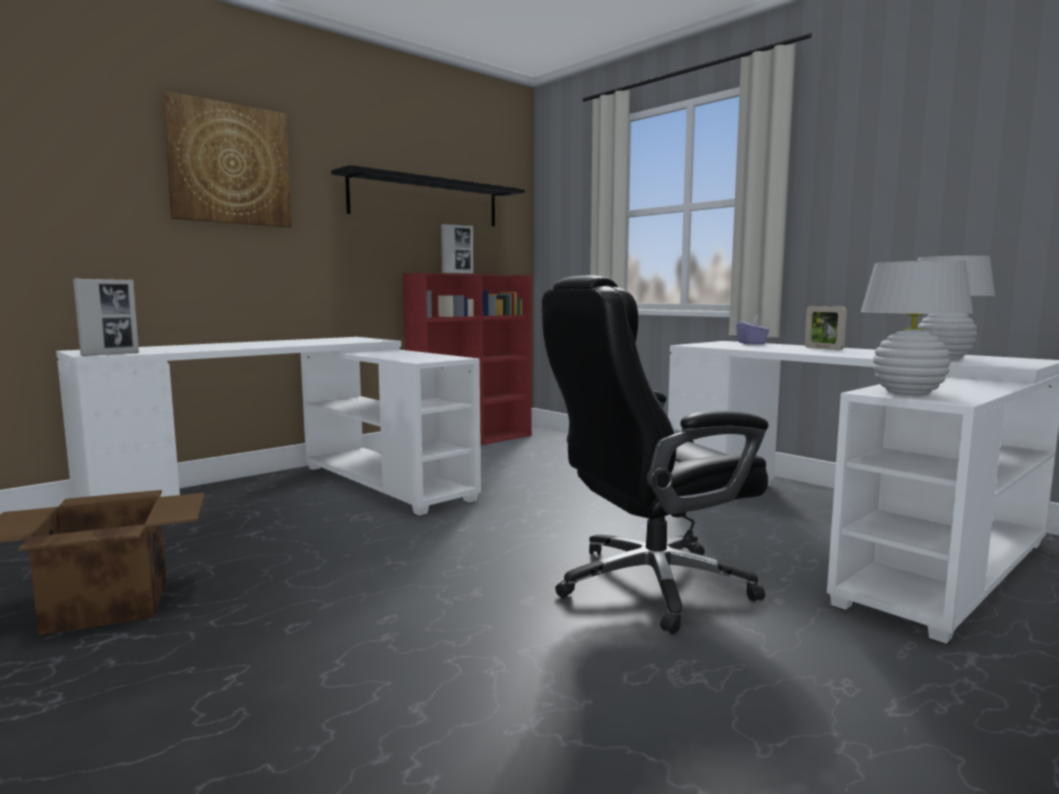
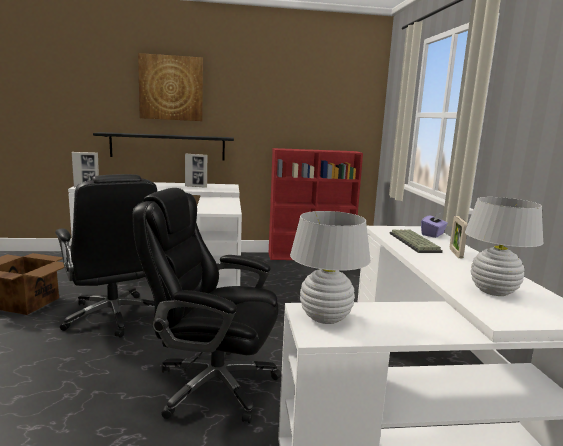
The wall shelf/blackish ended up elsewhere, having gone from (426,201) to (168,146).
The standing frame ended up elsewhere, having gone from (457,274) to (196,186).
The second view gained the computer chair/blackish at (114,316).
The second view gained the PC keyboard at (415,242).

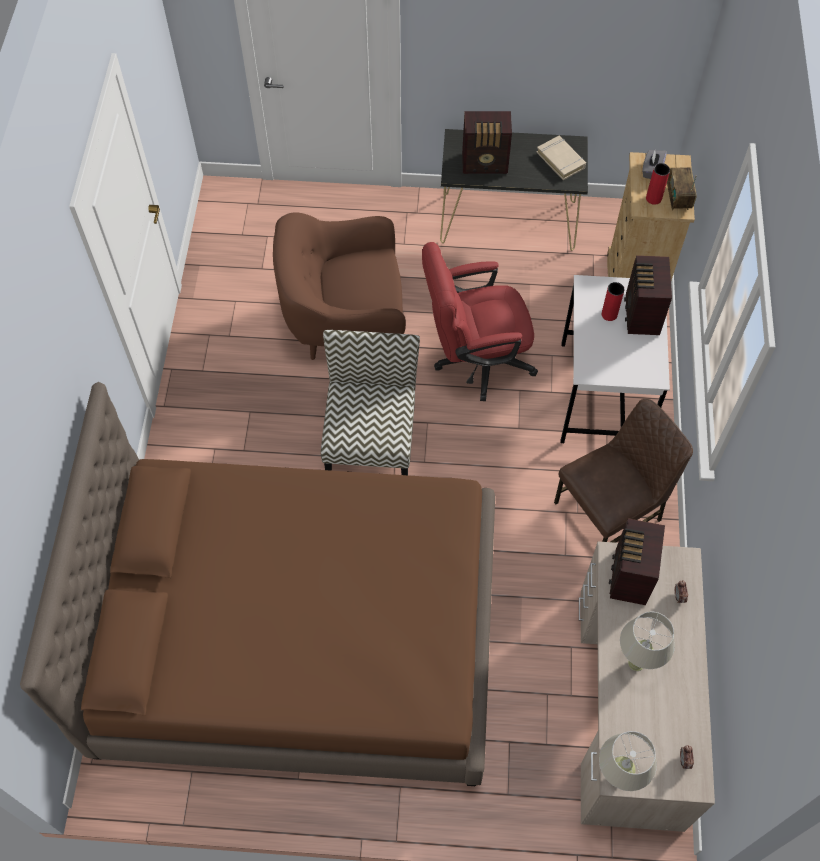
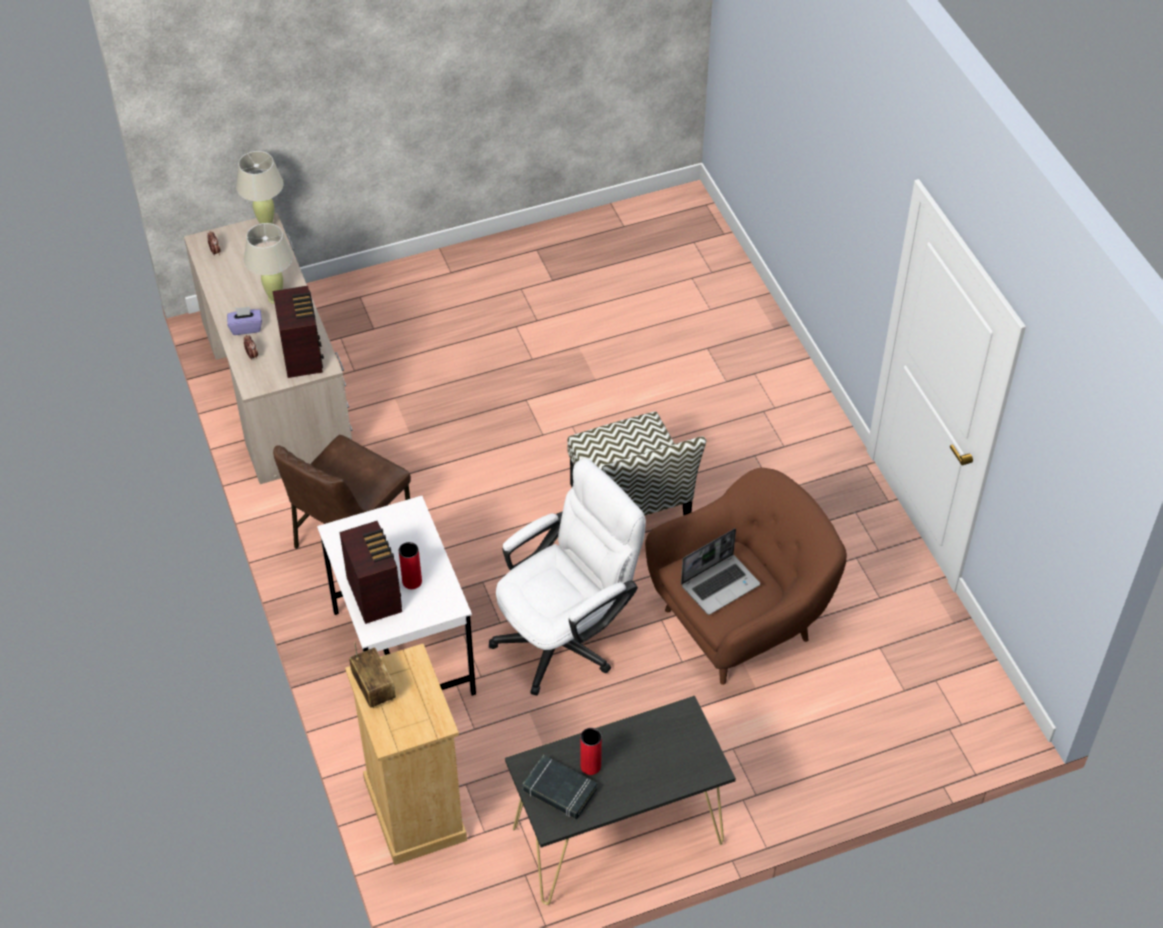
The second view lost the bedroom bed/brown at (299,635).
What was the computer chair/red at (475,360) turned into the computer chair/white-coloured at (567,636).
The second view lost the radio at (486,164).
What was the volume/sand-coloured at (561,160) turned into the volume/blackish at (559,790).
The second view lost the box of tissues/grey at (652,170).
The vase/red ended up elsewhere, having gone from (653,198) to (590,766).
The second view gained the box of tissues/purple at (246,328).
The second view gained the portable computer at (720,584).

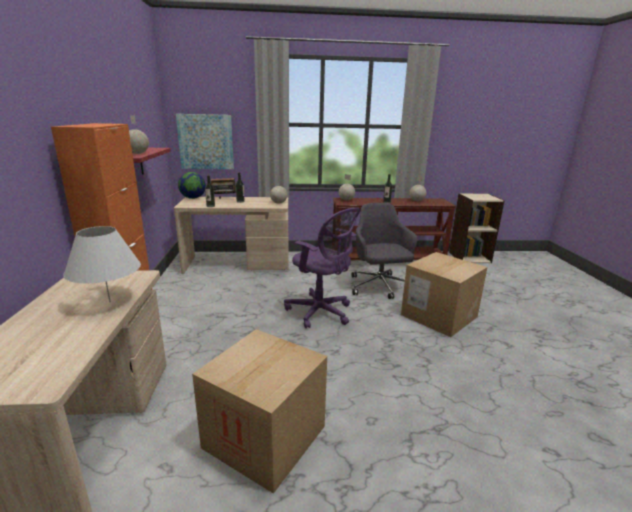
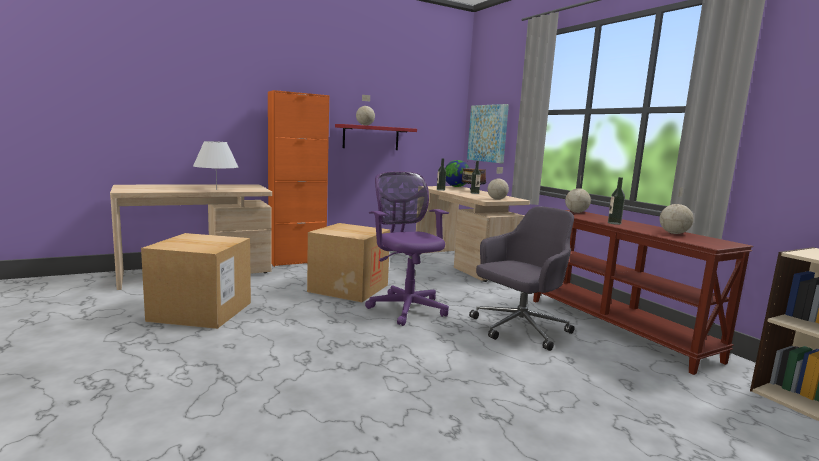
The computer chair/purple at (321,312) ended up facing another way, 135 degrees clockwise from before.
The packing box ended up elsewhere, having gone from (439,316) to (348,288).

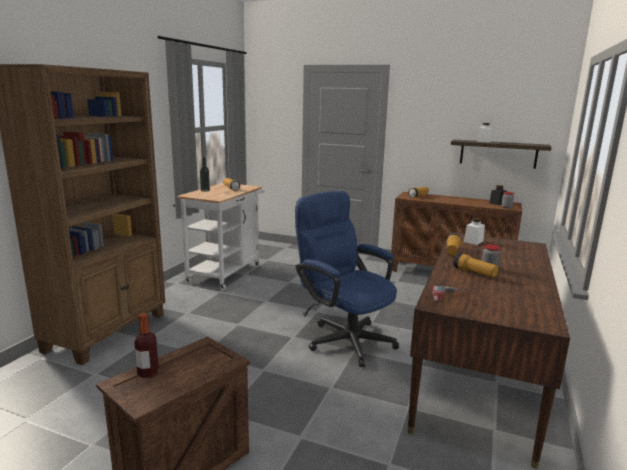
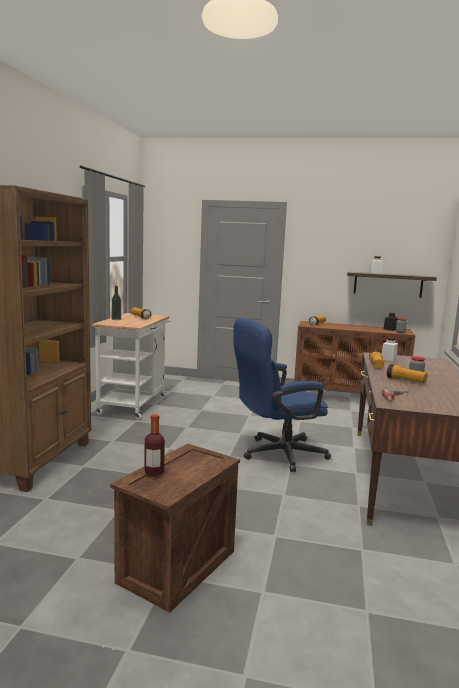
The computer chair/bluish at (344,338) ended up facing another way, 60 degrees counterclockwise from before.

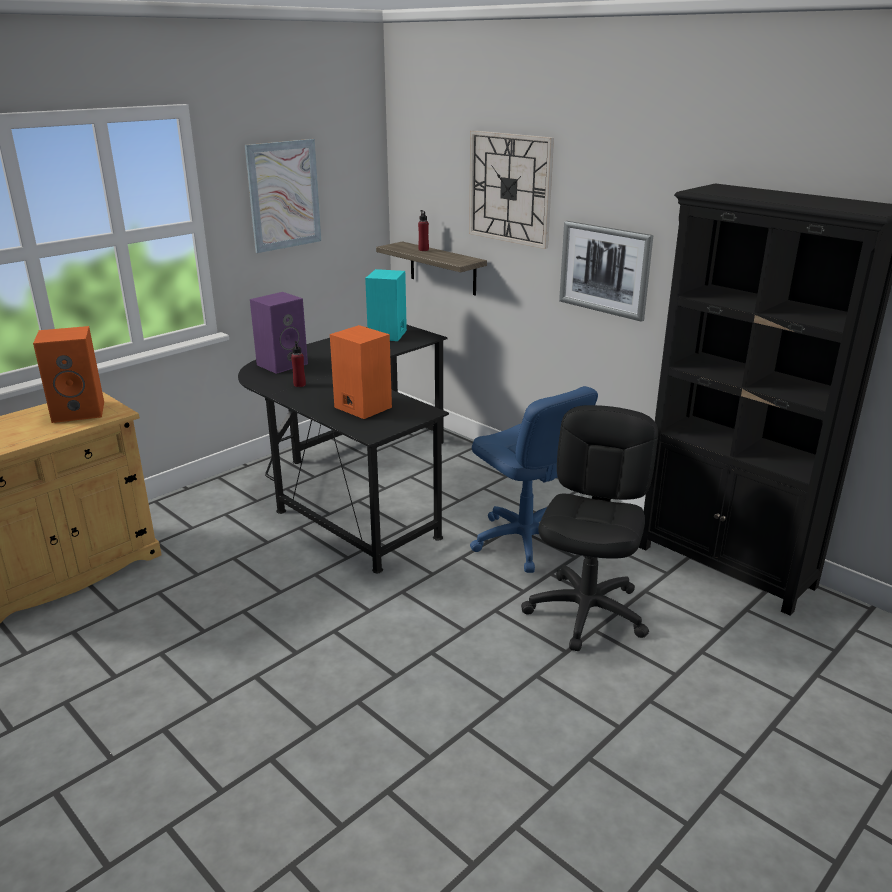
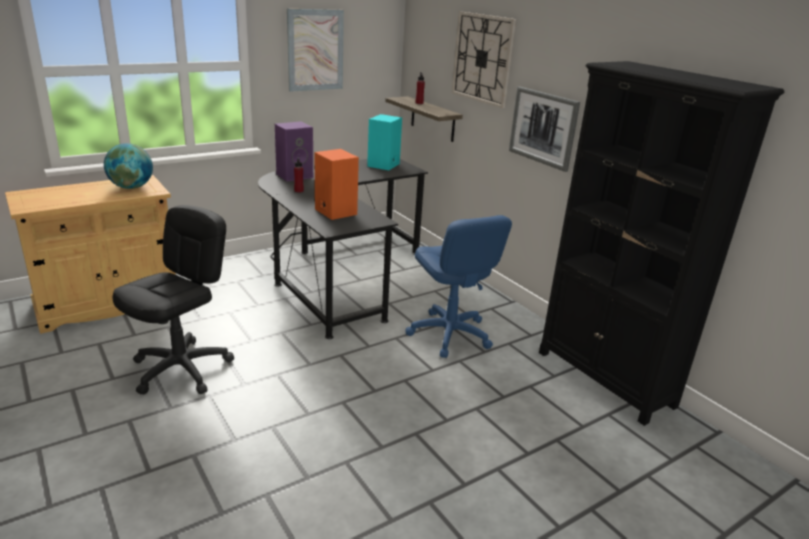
Where the speaker/orangey stood at (80,411), the globe came to stand at (131,187).
The computer chair/blackish ended up elsewhere, having gone from (586,612) to (182,369).

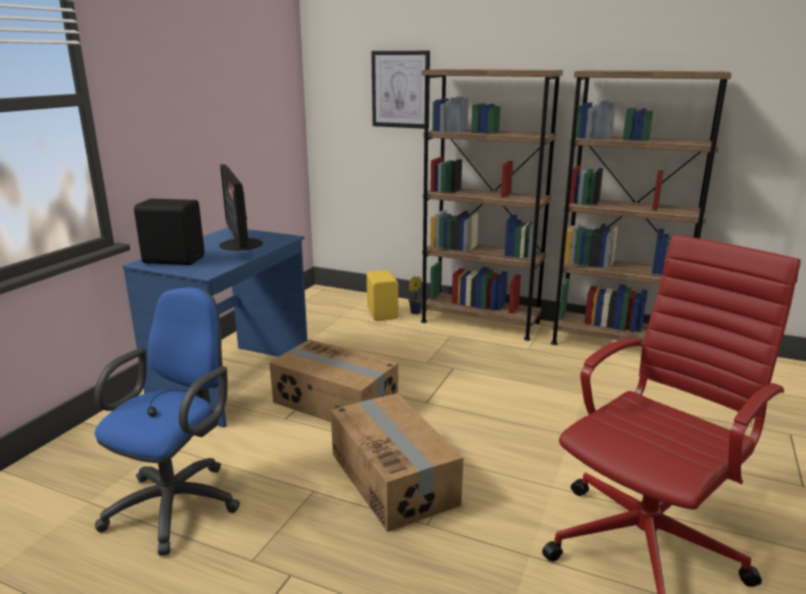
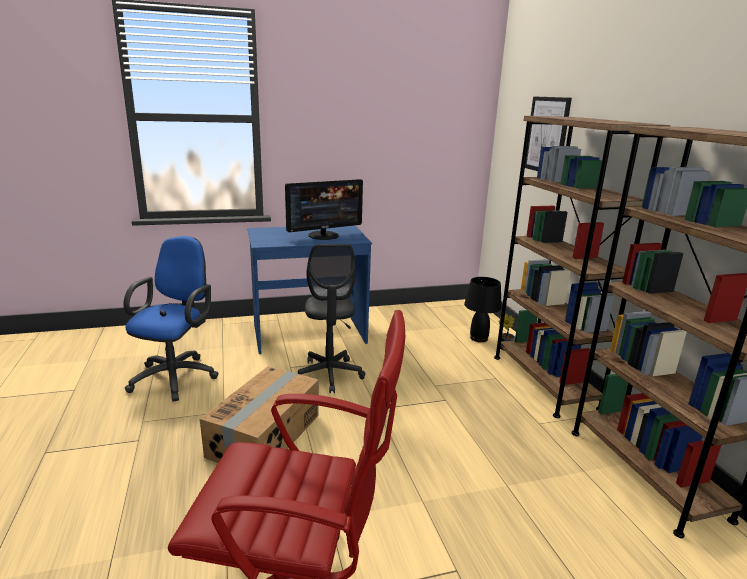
The computer chair/bluish at (179,502) ended up facing another way, 60 degrees counterclockwise from before.
The second view lost the speaker/blackish at (173,259).
The monitor at (240,244) ended up facing another way, 150 degrees counterclockwise from before.
Where the packing box stood at (335,403), the computer chair/grey came to stand at (329,375).
Where the speaker/yellowish stood at (383,313), the table lamp/blackish came to stand at (479,338).

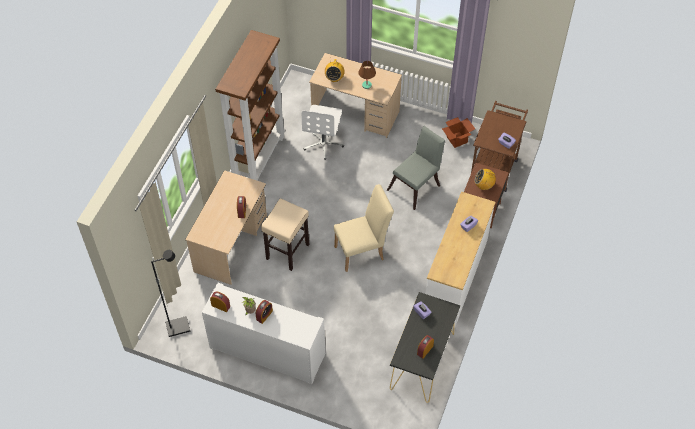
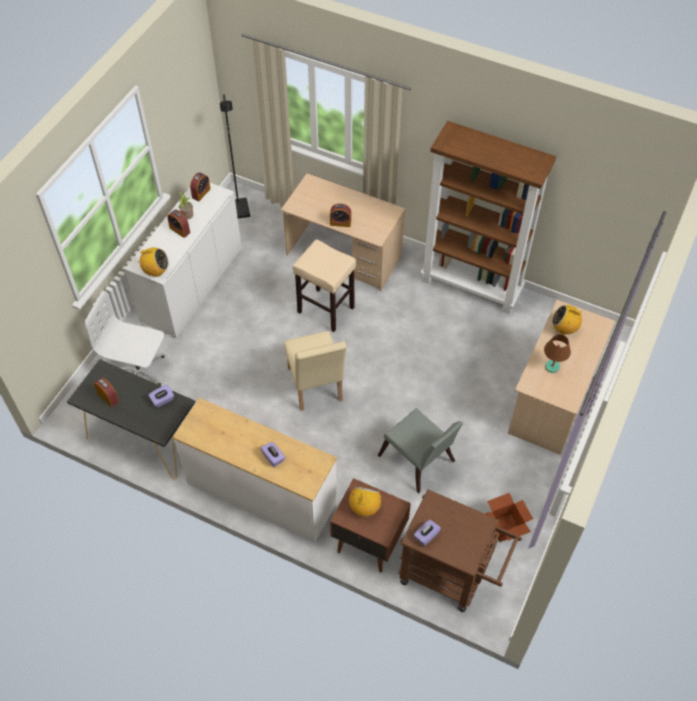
The computer chair/white-coloured ended up elsewhere, having gone from (323,143) to (139,371).
The second view gained the radio at (156,271).

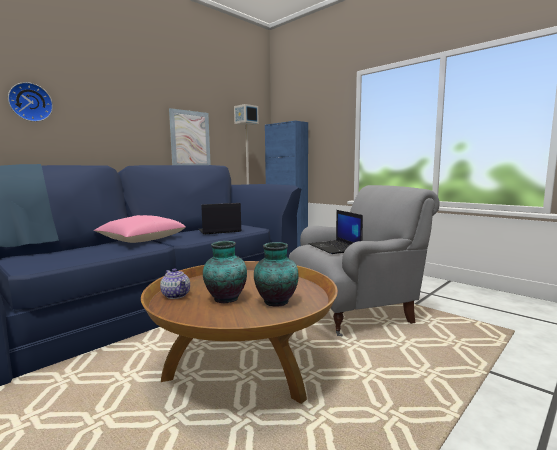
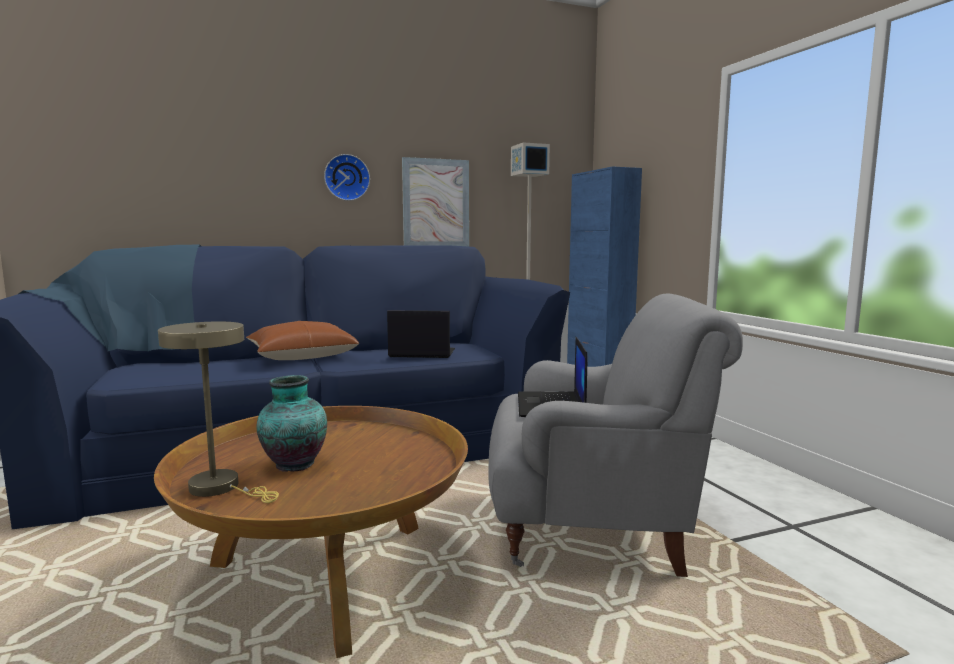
The clock on the wall ended up elsewhere, having gone from (30,102) to (346,177).
What was the throw pillow/pink-coloured at (141,239) turned into the throw pillow/brown at (302,356).
The second view lost the teapot at (176,295).
The second view lost the vase at (276,302).
The second view gained the table lamp/sand-coloured at (221,488).

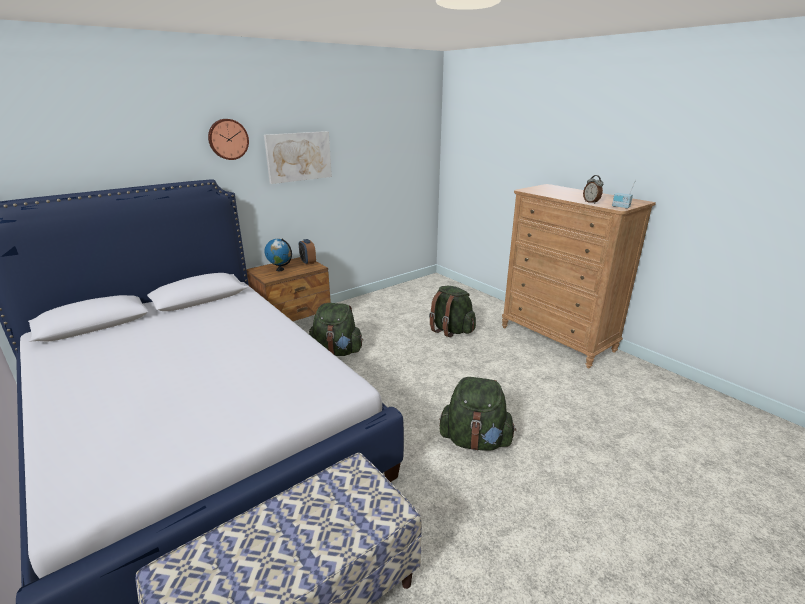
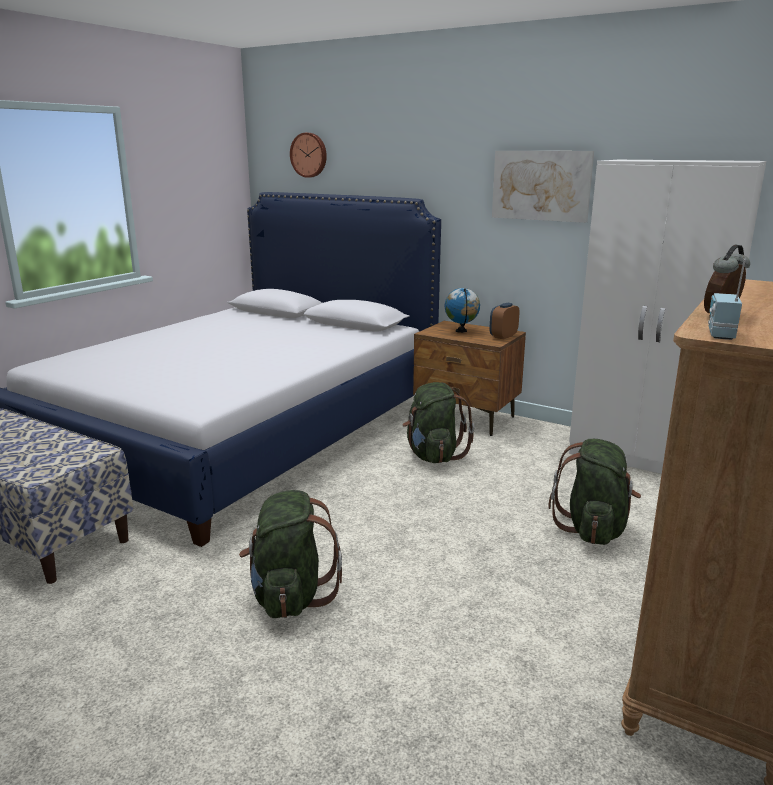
The clock on the wall ended up elsewhere, having gone from (228,139) to (309,155).
The second view gained the wardrobe/white-coloured at (641,456).

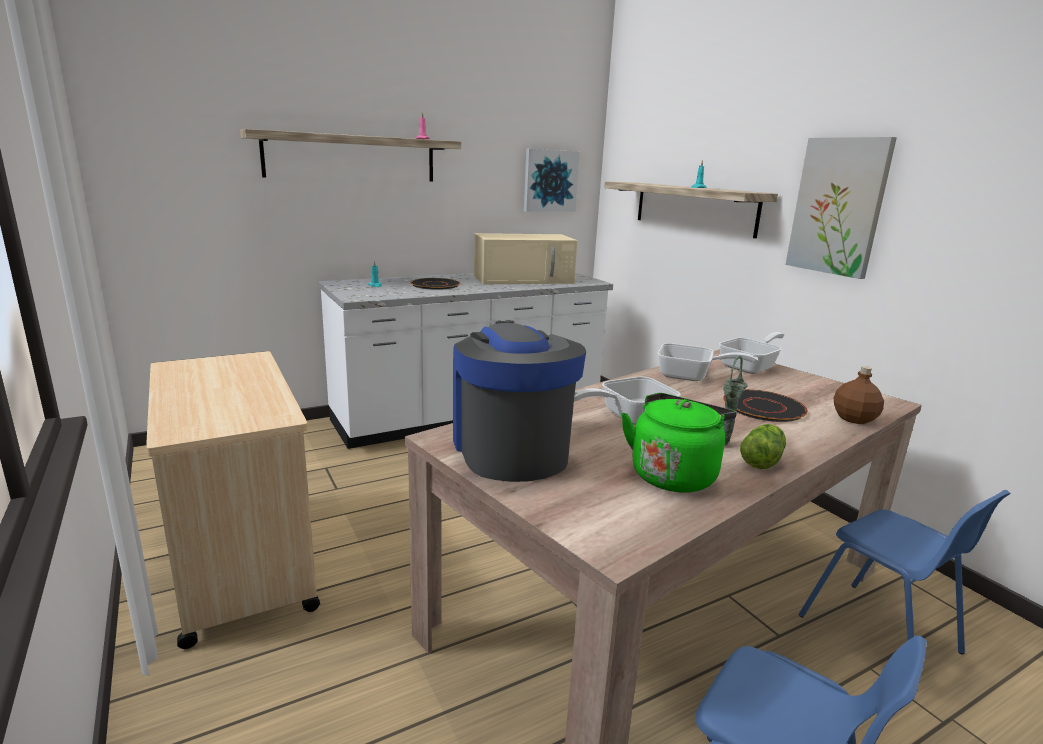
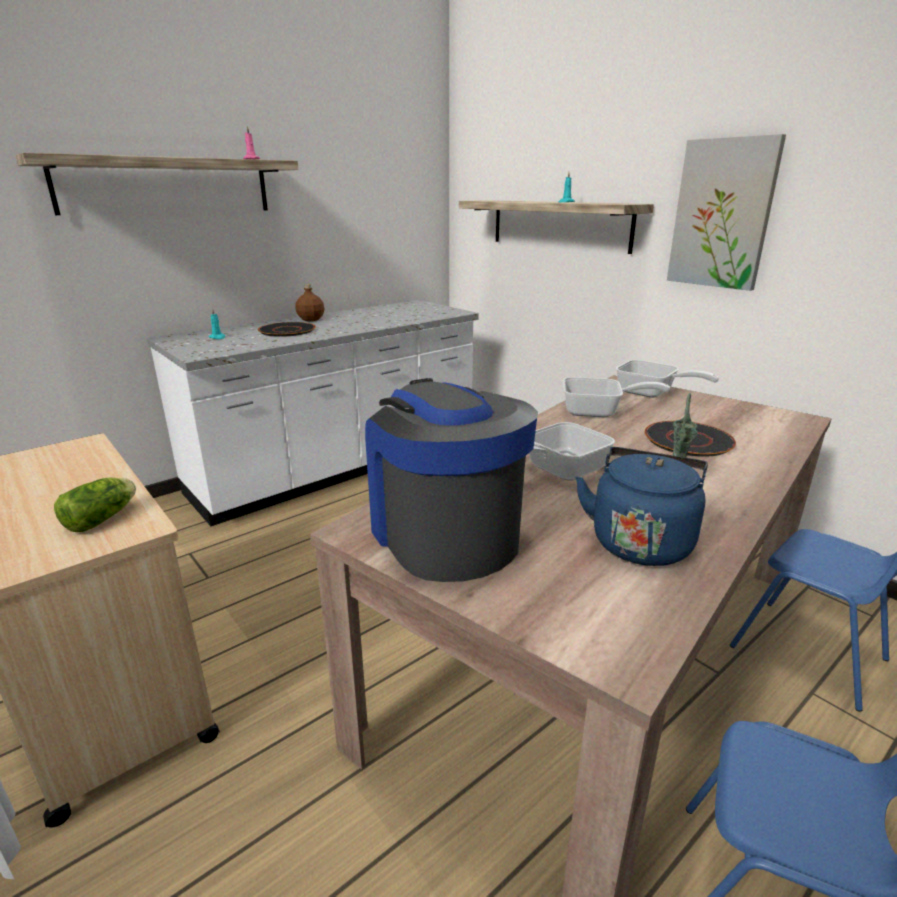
The second view lost the microwave/sand-coloured at (524,279).
The second view lost the wall picture at (550,181).
What was the kettle/green at (674,474) turned into the kettle/bluish at (640,541).
The pan at (751,366) ended up facing another way, 90 degrees clockwise from before.
The head of lettuce ended up elsewhere, having gone from (763,459) to (104,518).
The drink bottle/brown ended up elsewhere, having gone from (854,419) to (311,319).

